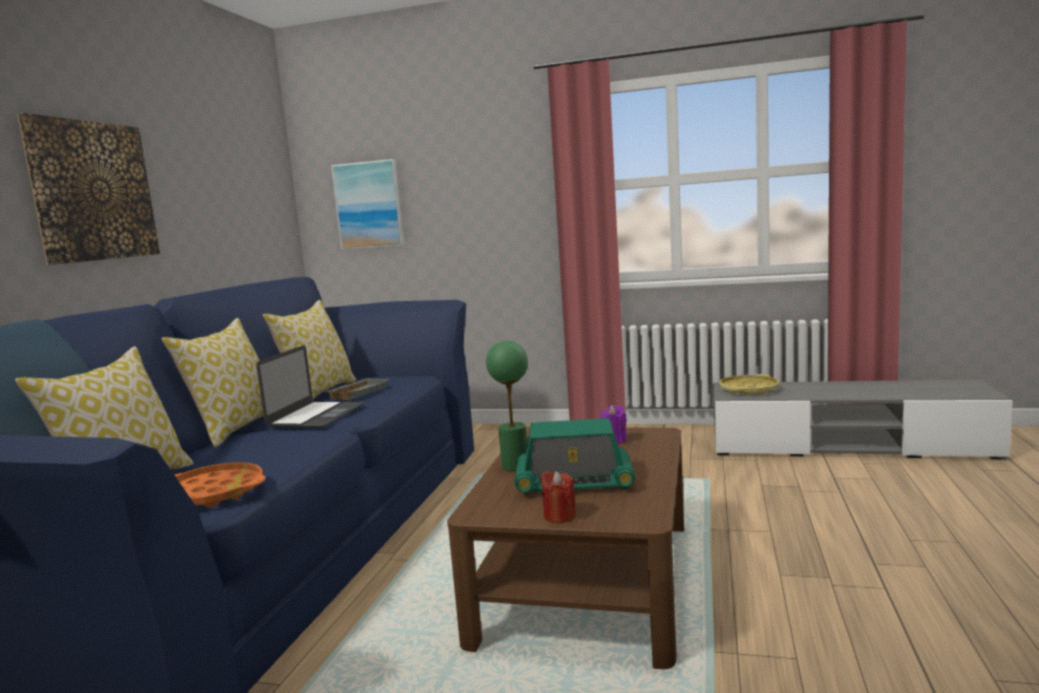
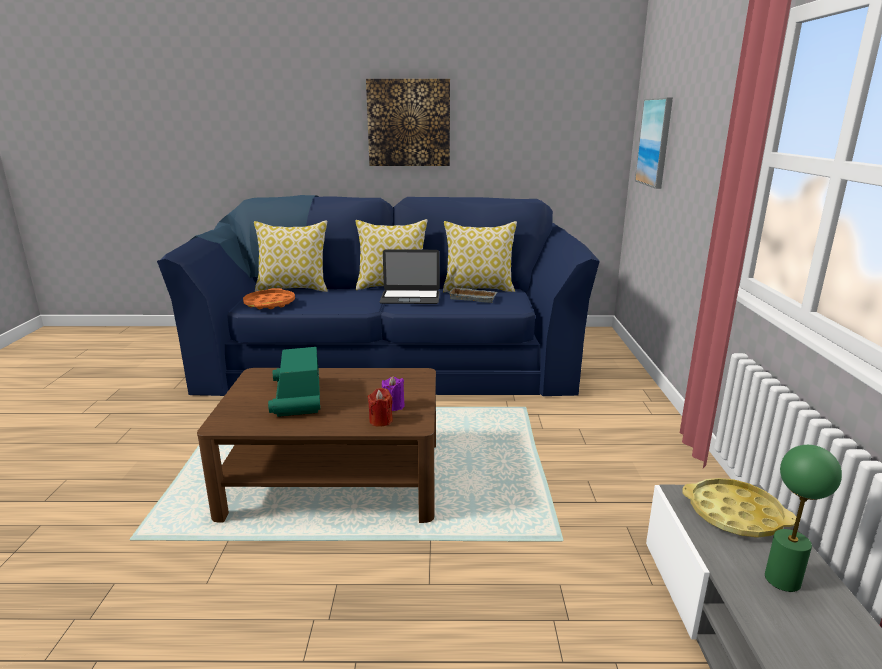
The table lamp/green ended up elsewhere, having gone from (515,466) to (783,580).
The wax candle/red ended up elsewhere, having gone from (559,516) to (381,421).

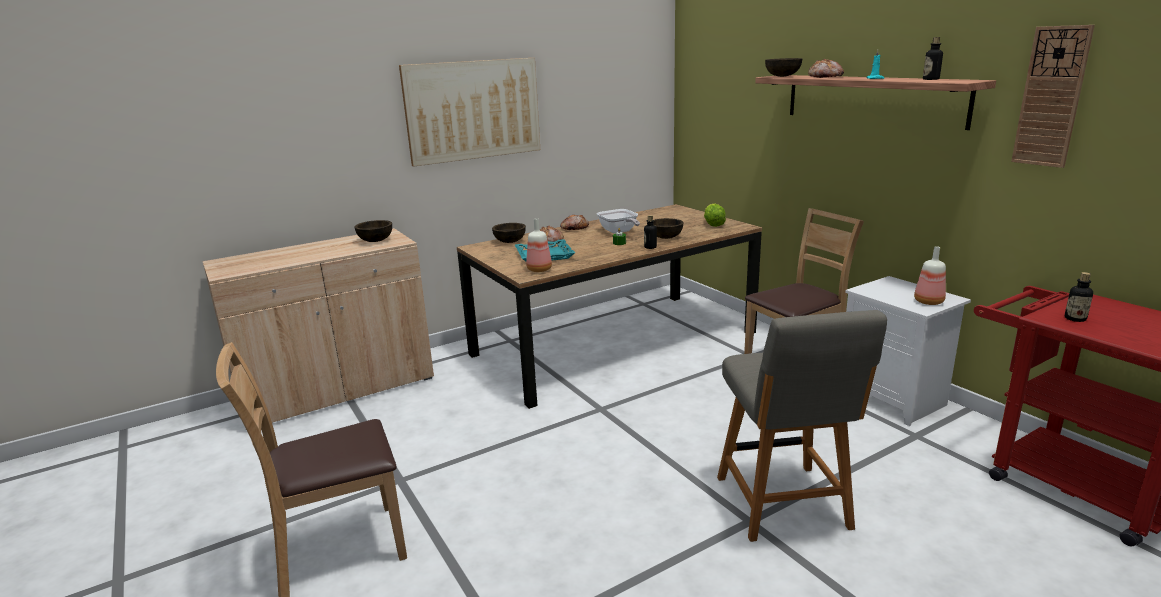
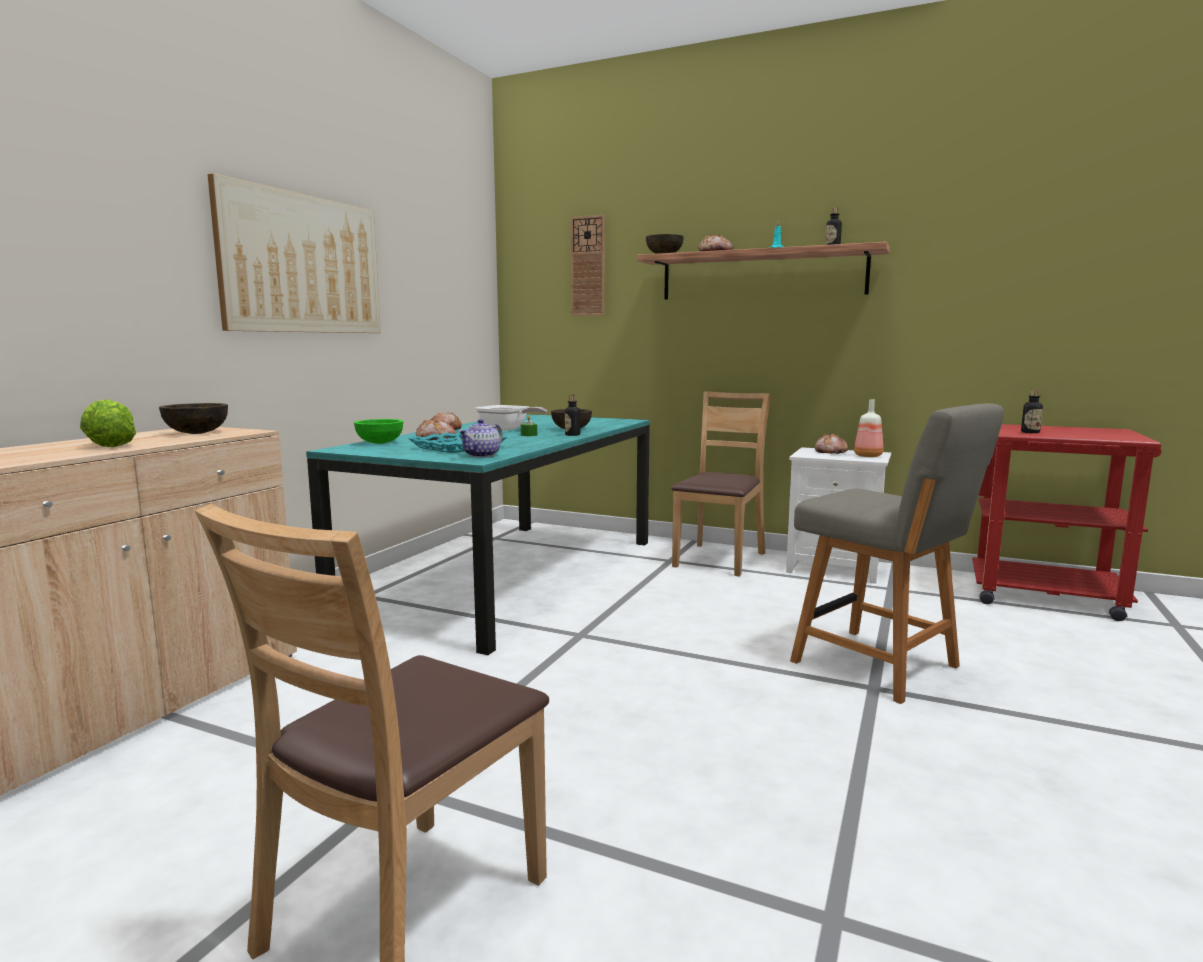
What was the dinner table/brown at (614,344) turned into the dinner table/blue-green at (510,576).
What was the deep dish/brown at (509,241) turned into the deep dish/green at (379,443).
Where the drink bottle stood at (540,270), the teapot came to stand at (482,455).
The head of lettuce ended up elsewhere, having gone from (713,224) to (110,445).
The clock on the wall ended up elsewhere, having gone from (1051,97) to (588,266).
The second view gained the bakery bread at (830,452).

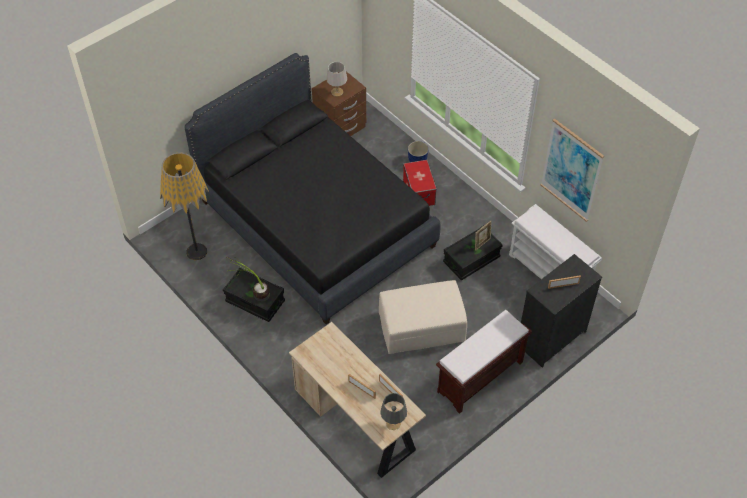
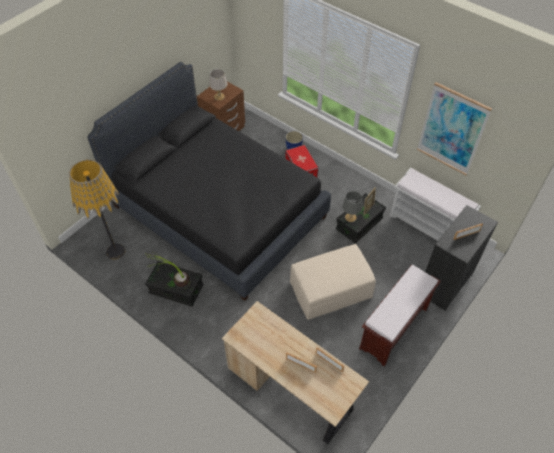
The table lamp/grey ended up elsewhere, having gone from (393,423) to (350,217).

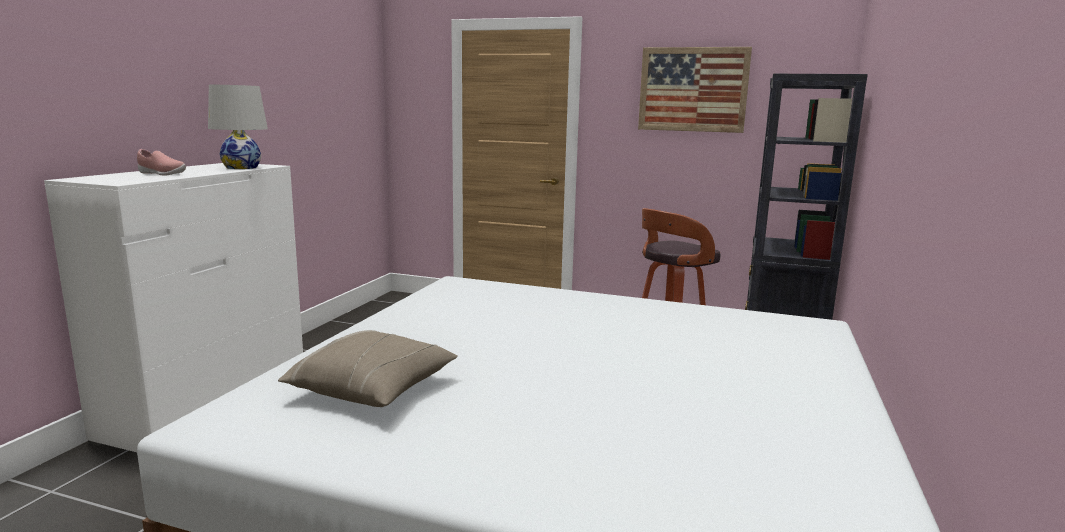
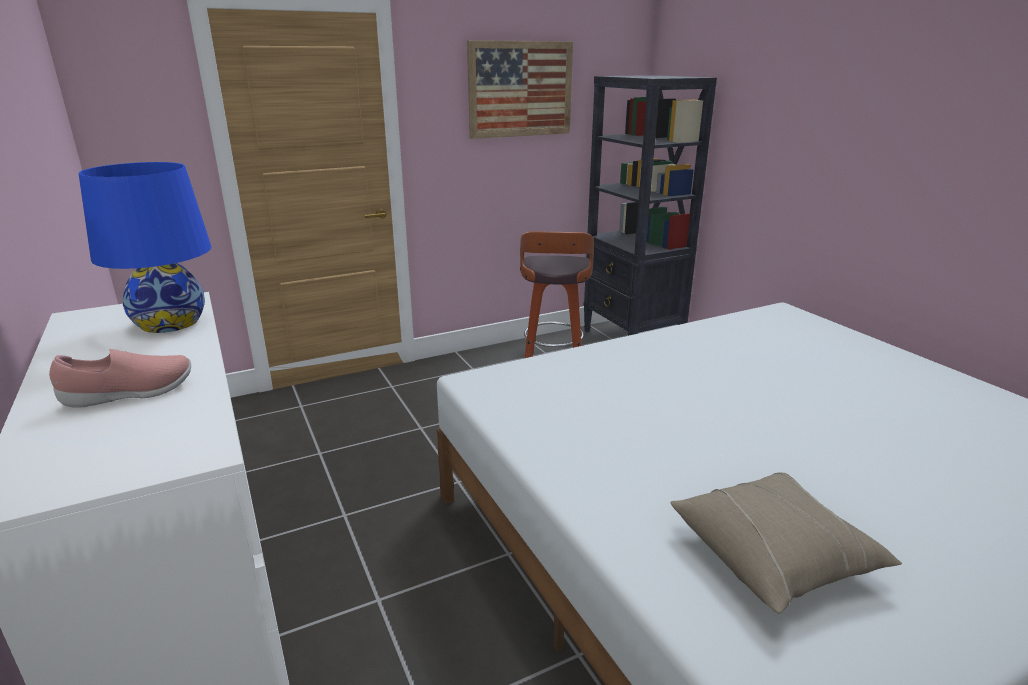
What was the table lamp/white-coloured at (242,167) turned into the table lamp/bluish at (170,322).

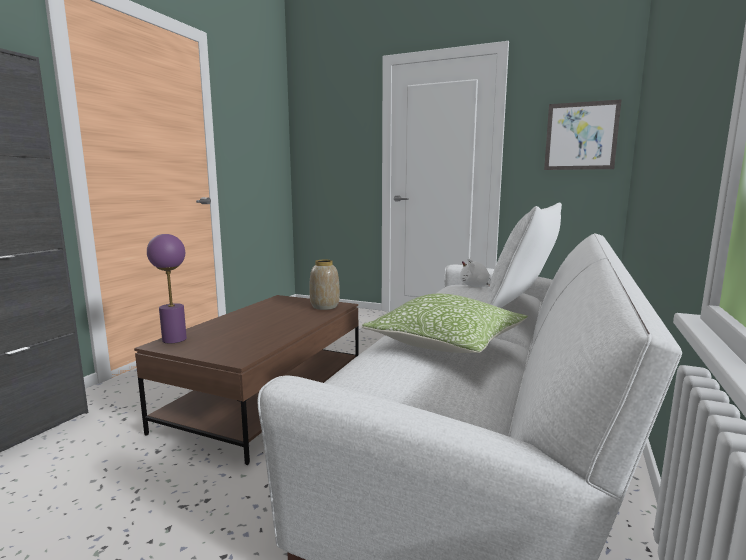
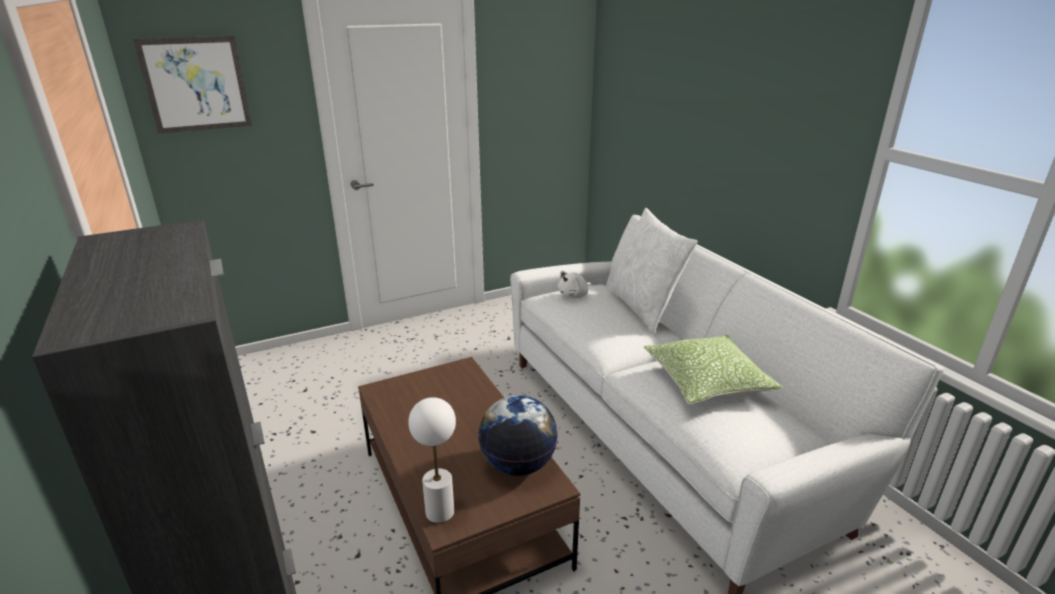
What was the table lamp/purple at (174,339) turned into the table lamp/white-coloured at (440,511).
The second view lost the vase at (325,306).
The wall picture ended up elsewhere, having gone from (581,136) to (196,84).
The second view gained the globe at (518,465).

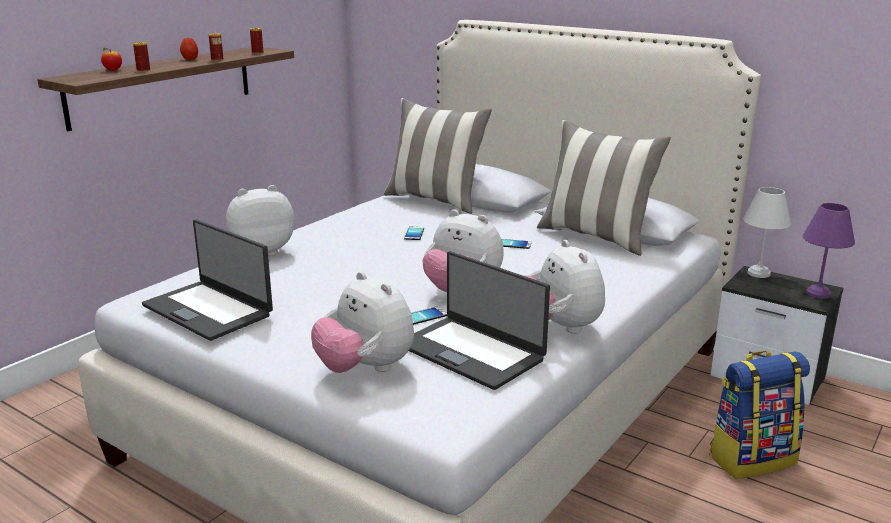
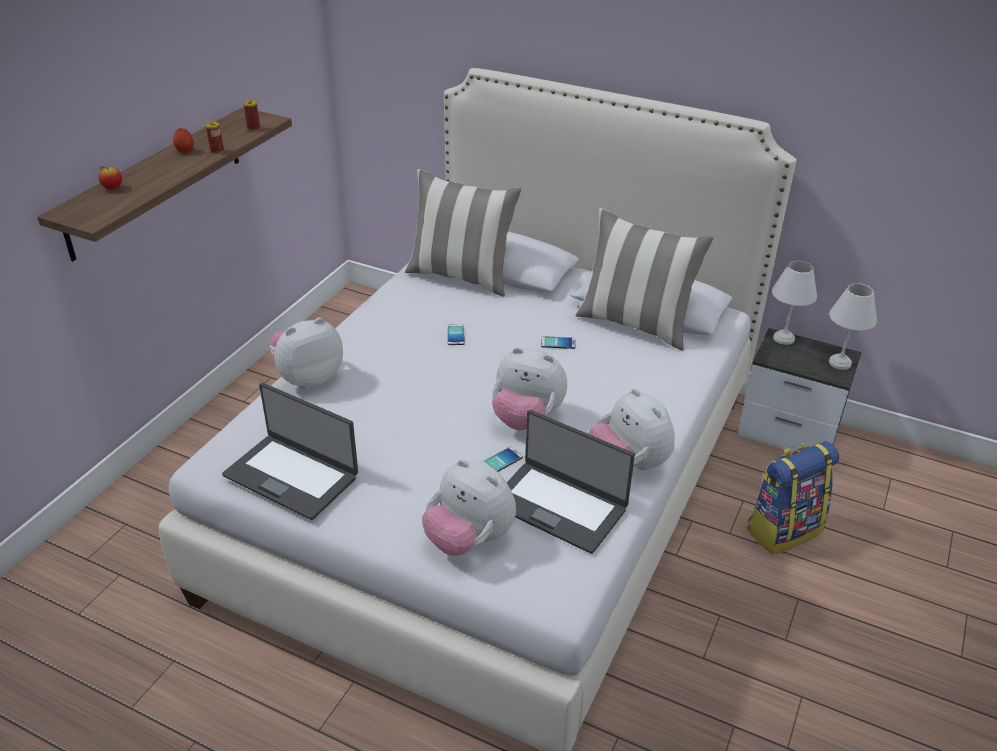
The second view lost the sealed can at (143,70).
What was the table lamp/purple at (819,294) turned into the table lamp/white-coloured at (841,363).

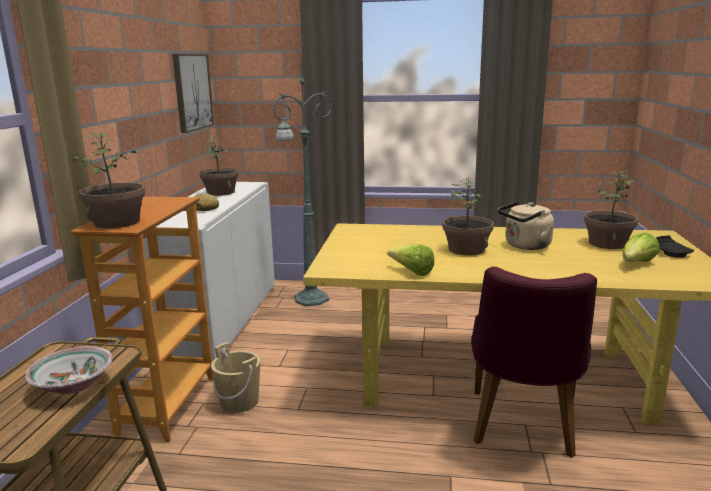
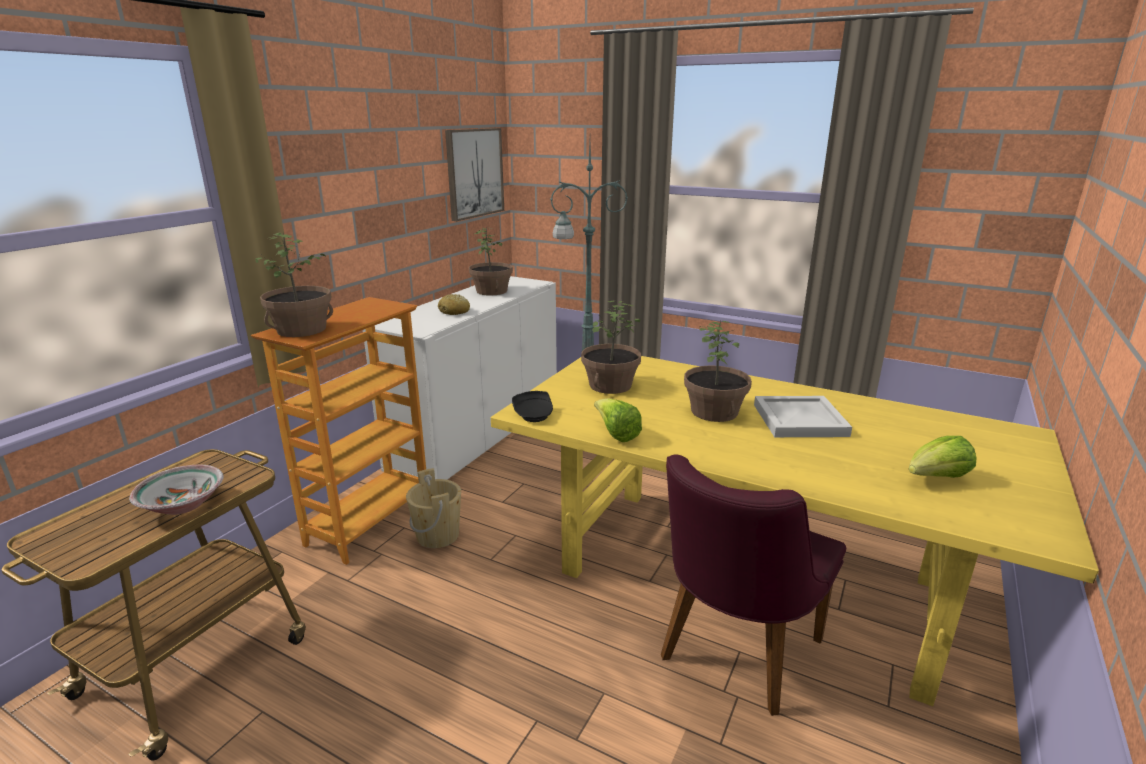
Where the kettle/sand-coloured stood at (525,246), the serving tray/white-coloured came to stand at (798,419).
The plant in a pot ended up elsewhere, having gone from (606,243) to (610,385).
The flat dish/blackish ended up elsewhere, having gone from (672,253) to (534,415).

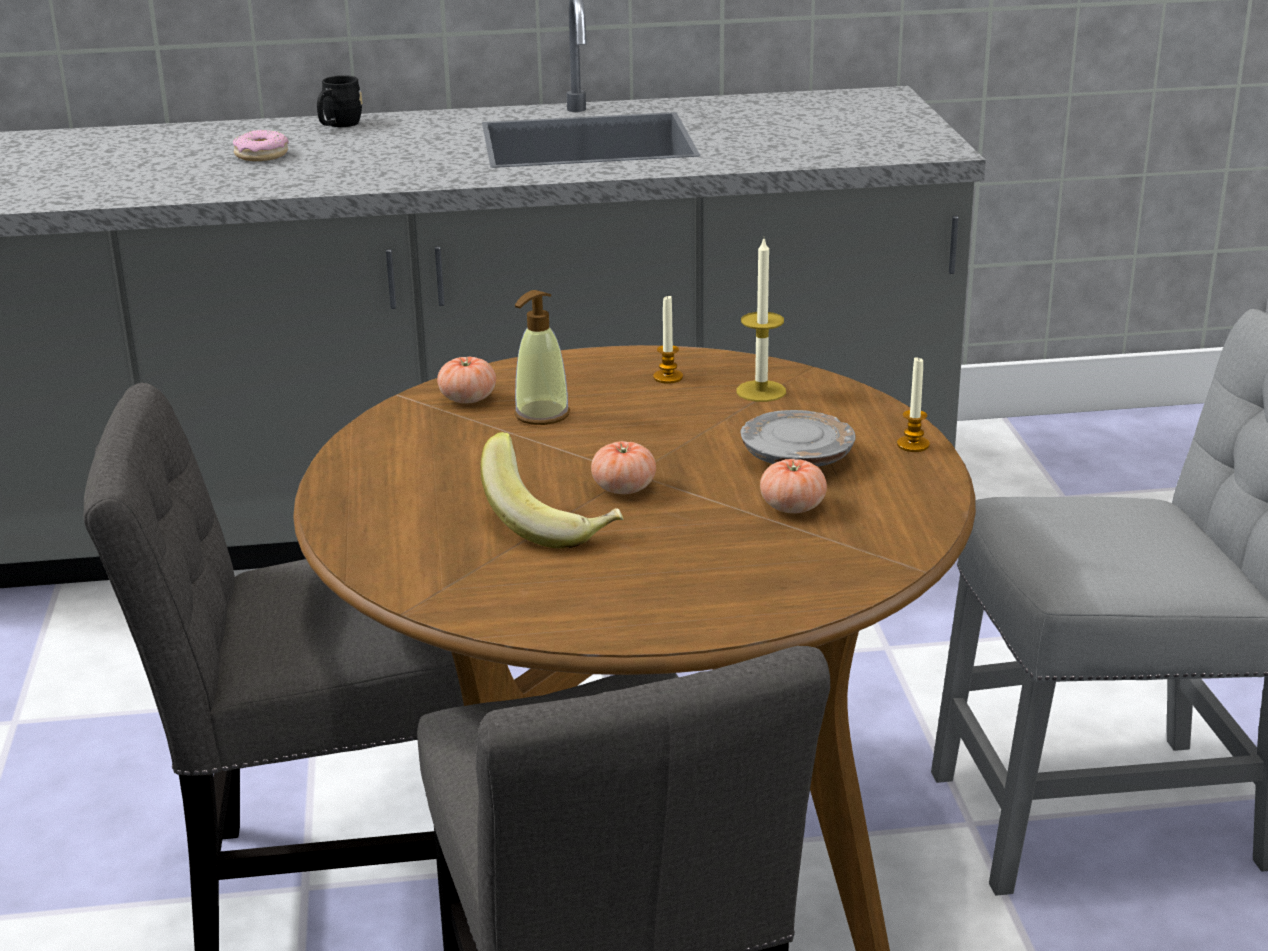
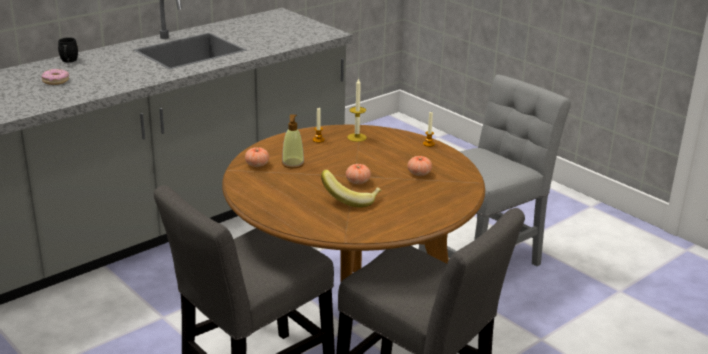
The second view lost the flat dish/grey at (796,457).

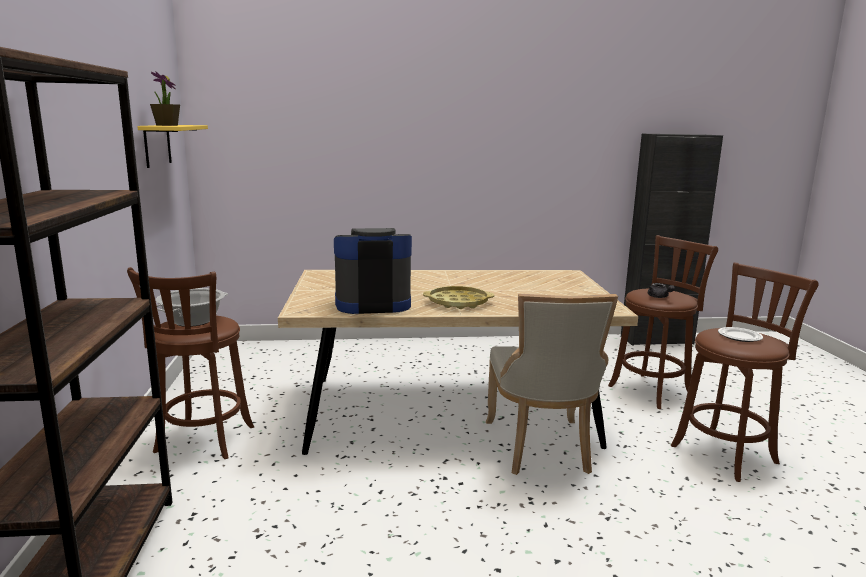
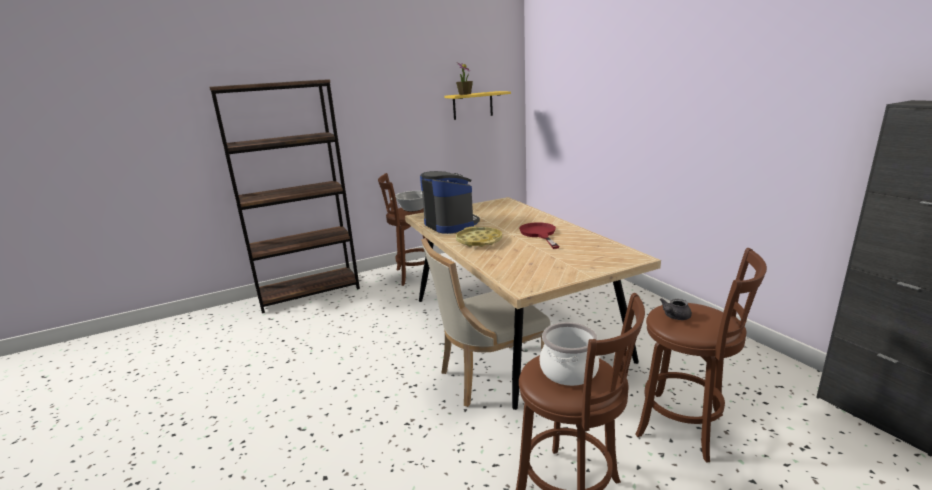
Where the flat dish stood at (740,337), the saucepot came to stand at (569,371).
The second view gained the pan/red at (539,234).

